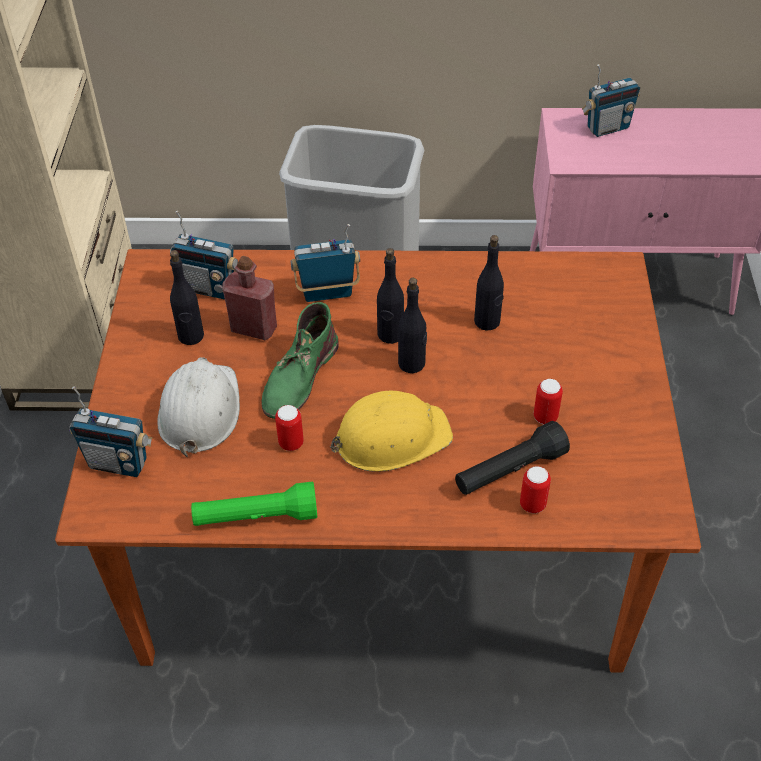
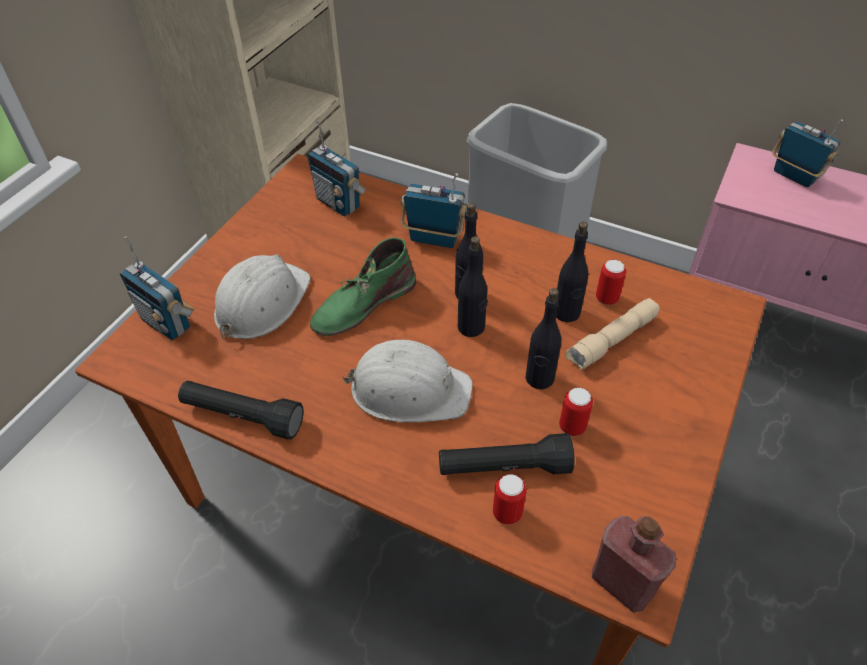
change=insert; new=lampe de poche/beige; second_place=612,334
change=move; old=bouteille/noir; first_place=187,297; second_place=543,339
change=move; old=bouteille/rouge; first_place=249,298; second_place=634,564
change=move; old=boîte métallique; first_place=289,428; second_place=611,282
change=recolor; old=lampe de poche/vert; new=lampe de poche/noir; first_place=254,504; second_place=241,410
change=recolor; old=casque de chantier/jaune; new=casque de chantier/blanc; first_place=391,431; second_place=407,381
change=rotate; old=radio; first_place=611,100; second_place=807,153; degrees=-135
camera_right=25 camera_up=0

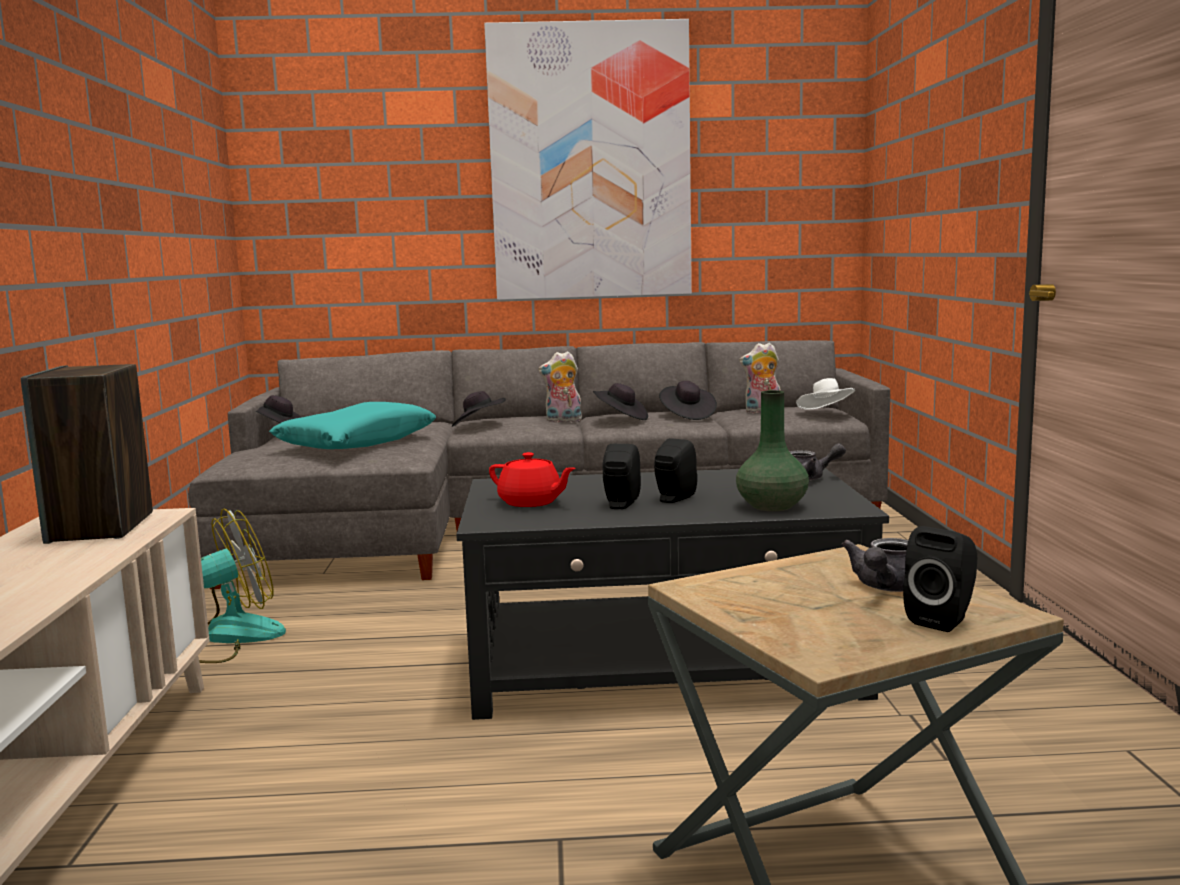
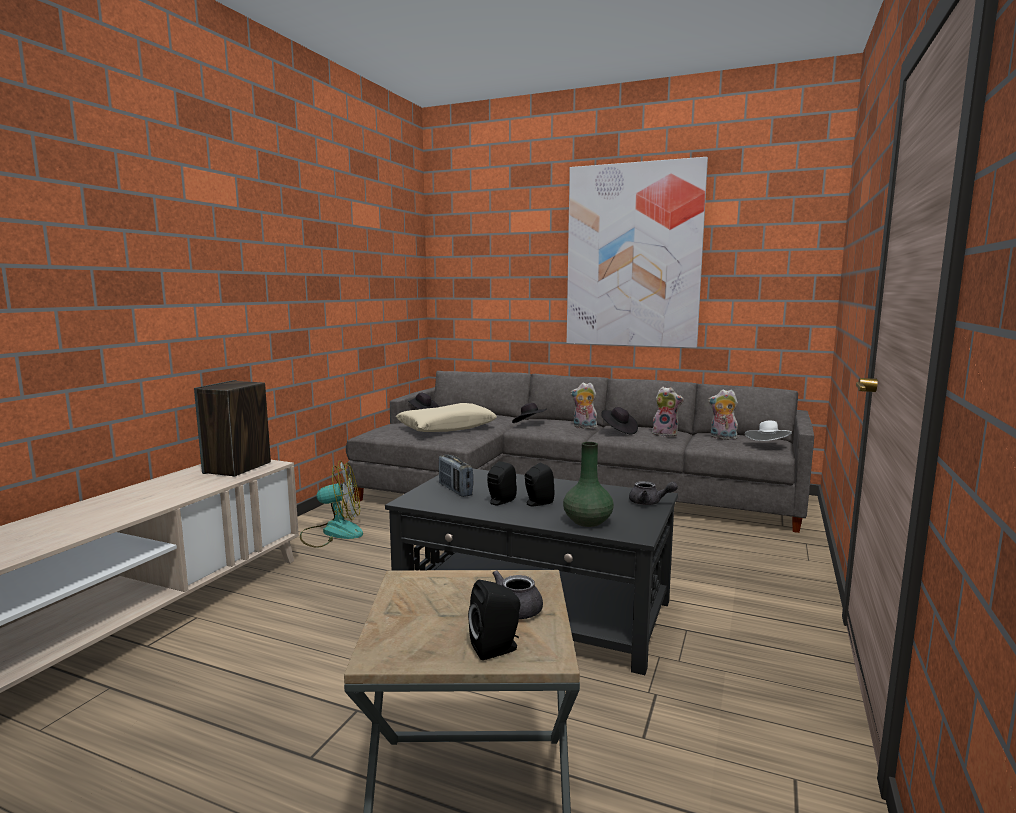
change=replace; old=théière/rouge; new=radio; first_place=532,479; second_place=456,476
change=replace; old=chapeau/noir; new=peluche; first_place=688,400; second_place=668,412
change=recolor; old=coussin/turquoise; new=coussin/beige; first_place=352,425; second_place=446,417
camera_right=25 camera_up=0

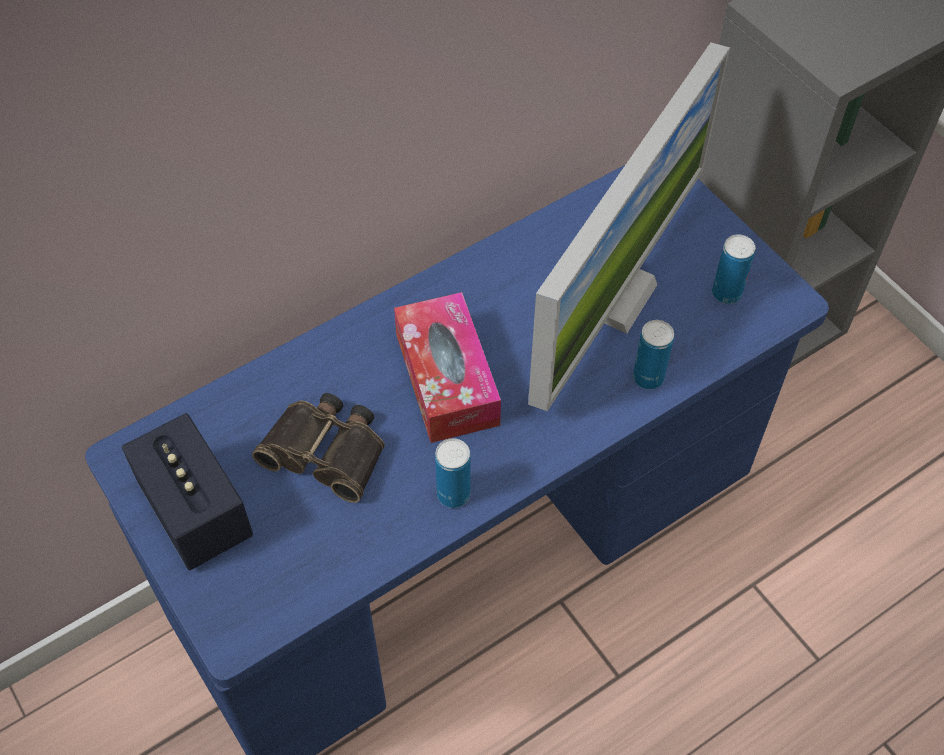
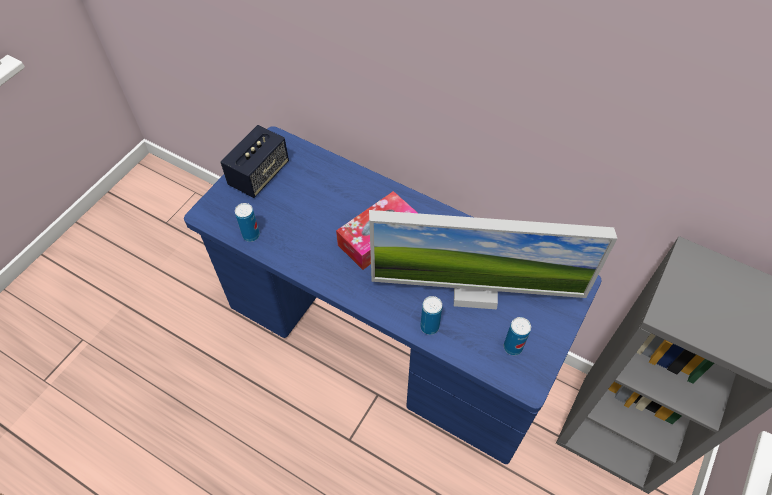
change=delete; old=jumelles; first_place=318,448
change=move; old=boîte métallique; first_place=452,473; second_place=247,222
camera_right=65 camera_up=0

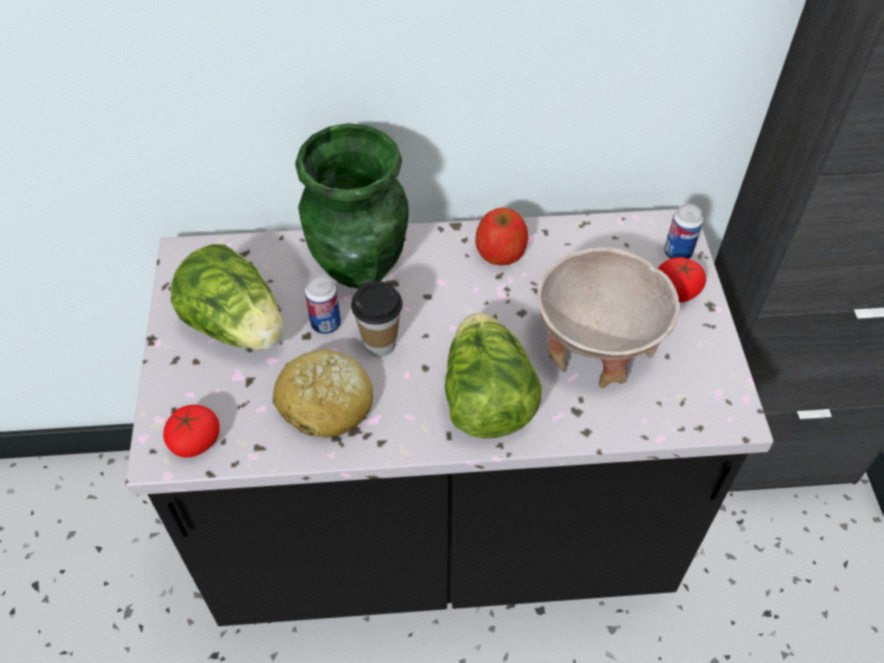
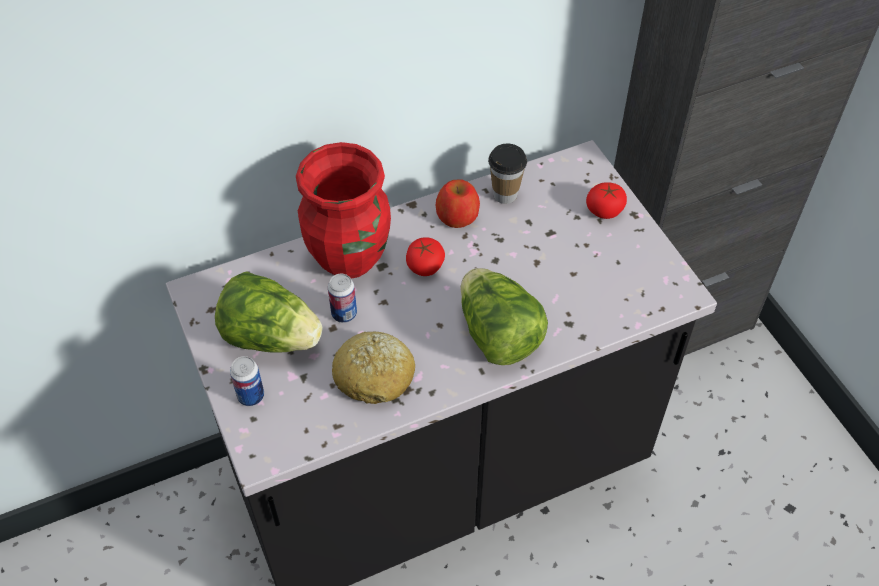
change=delete; old=bol/beige; first_place=608,317
change=move; old=tomate; first_place=191,431; second_place=425,256
change=move; old=tasse; first_place=377,319; second_place=507,173
change=move; old=boîte métallique; first_place=683,231; second_place=247,381
change=recolor; old=vase/vert; new=vase/rouge; first_place=352,205; second_place=343,210
camera_right=-20 camera_up=0

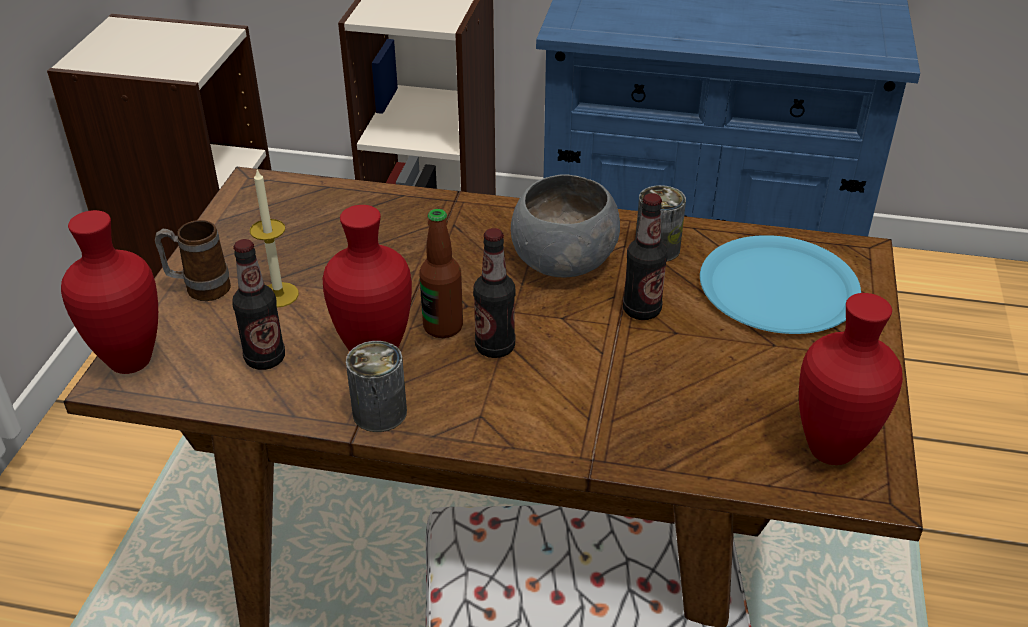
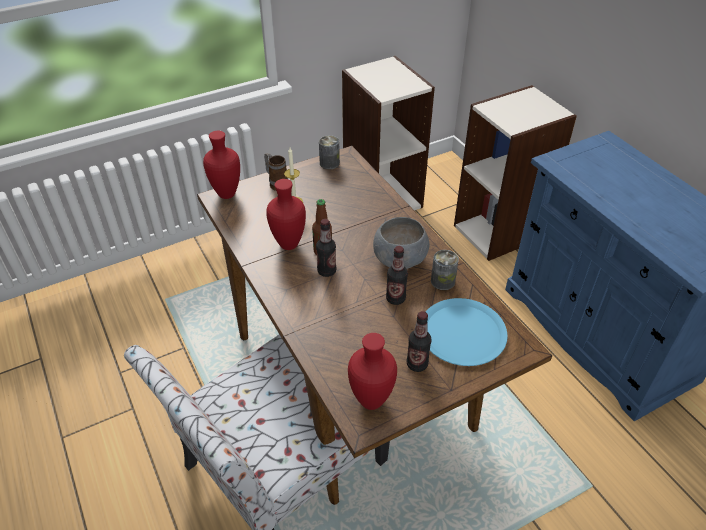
change=move; old=bouteille; first_place=258,304; second_place=419,341
change=move; old=boîte métallique; first_place=376,386; second_place=329,152
camera_right=50 camera_up=5

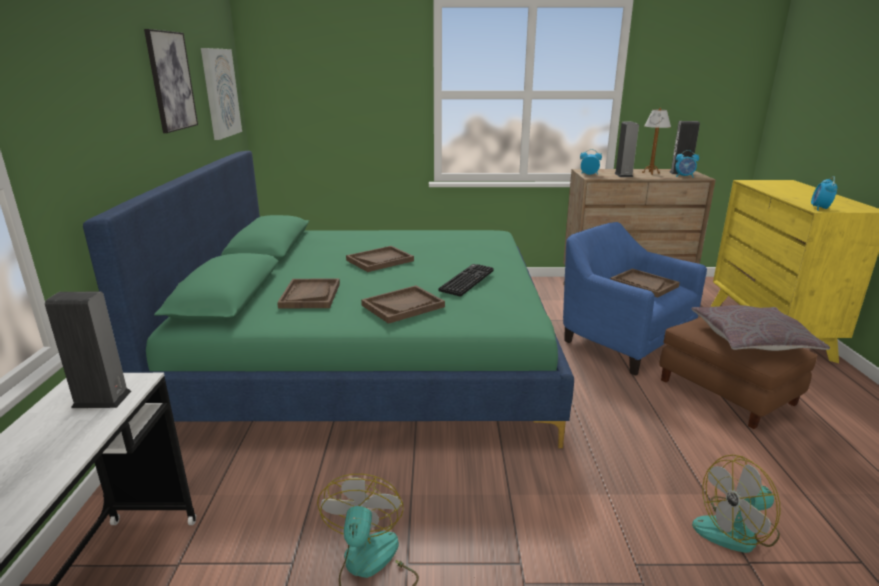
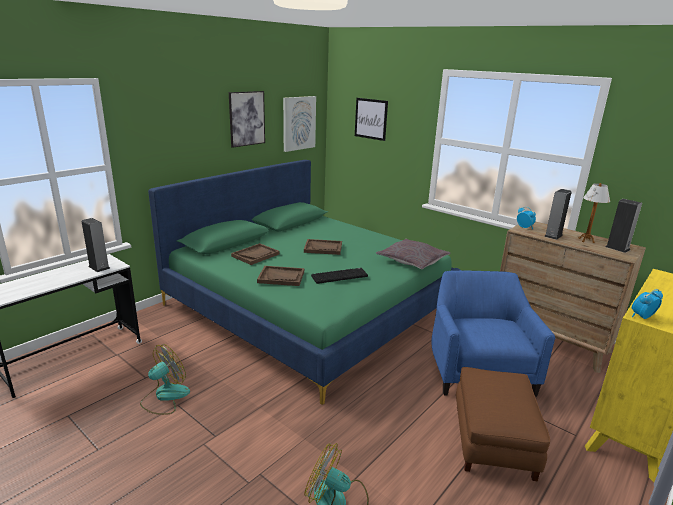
change=delete; old=plateau/marron; first_place=645,283
change=delete; old=réveil; first_place=687,164
change=insert; new=tableau; second_place=371,119
change=move; old=coussin/gris; first_place=761,328; second_place=413,254
camera_right=40 camera_up=0

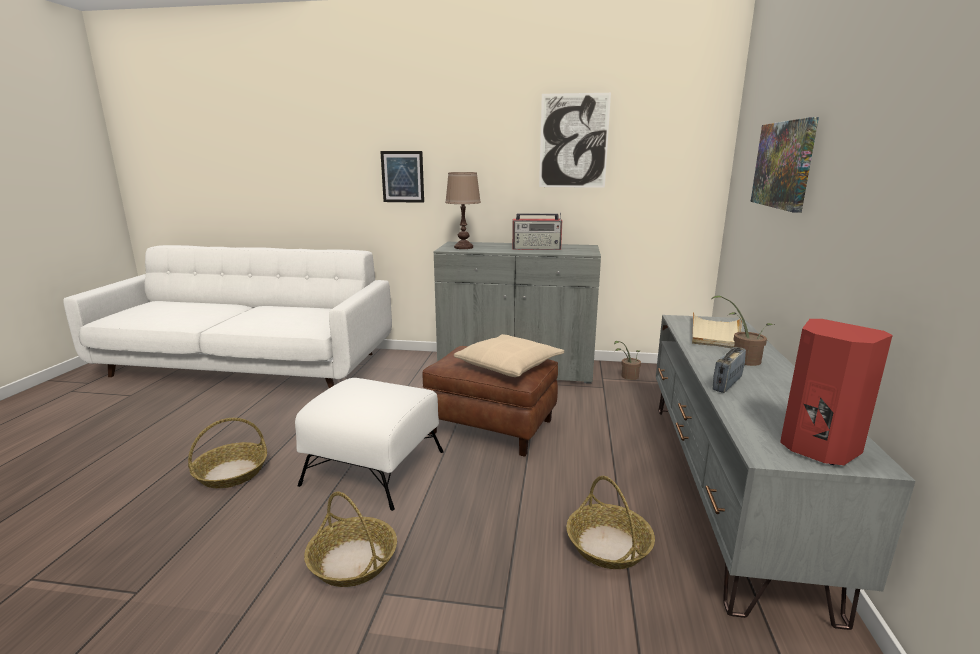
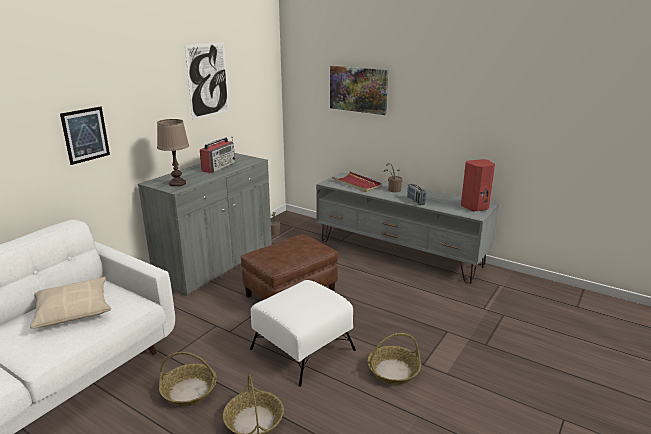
change=move; old=coussin/beige; first_place=509,355; second_place=70,303
change=move; old=panier; first_place=610,522; second_place=188,379
change=recolor; old=plateau/beige; new=plateau/rouge; first_place=717,330; second_place=357,182
camera_right=-65 camera_up=5

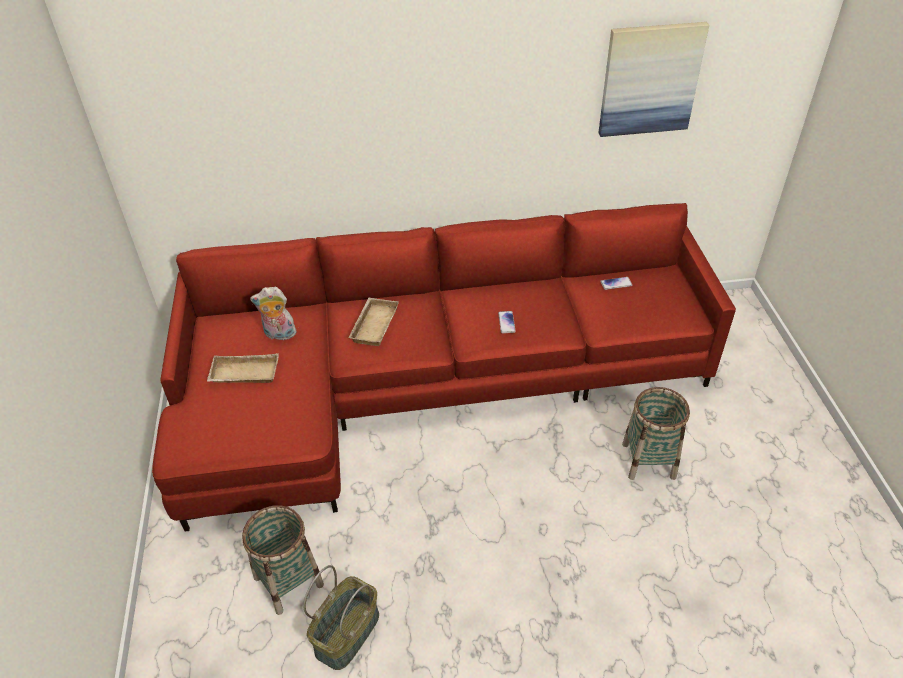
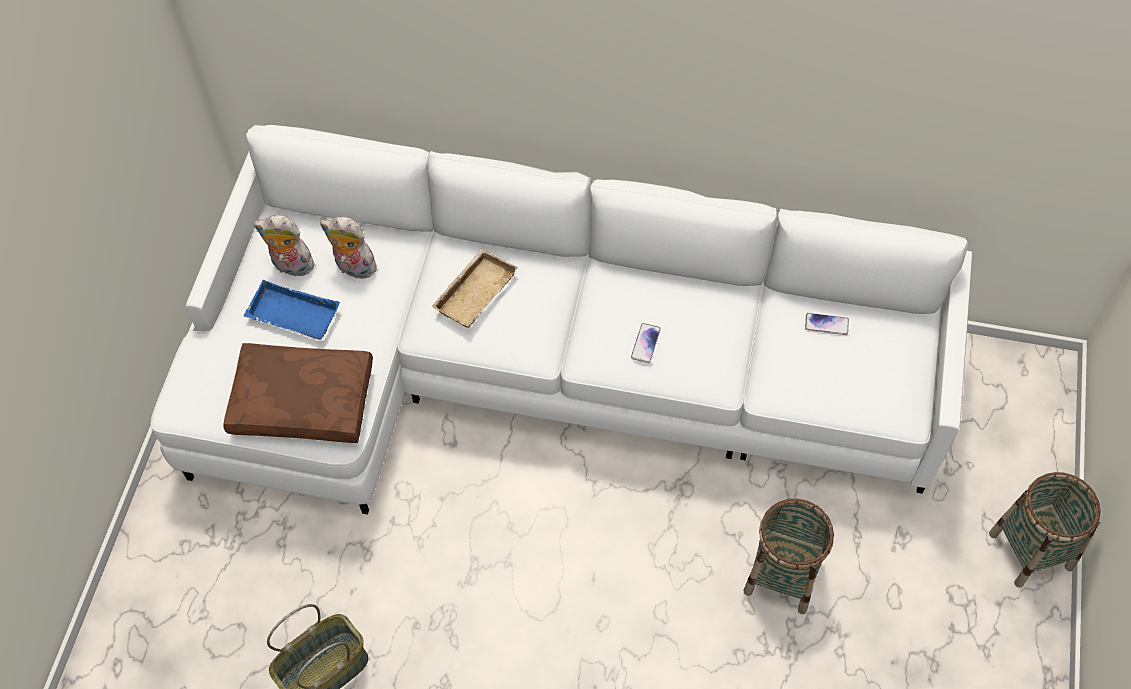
change=delete; old=tableau; first_place=653,79
change=insert; new=coussin/marron; second_place=298,393
change=insert; new=peluche; second_place=285,246
change=move; old=panier; first_place=283,560; second_place=1045,530
change=recolor; old=canapé/rouge; new=canapé/blanc; first_place=444,367; second_place=561,320
change=recolor; old=plateau/beige; new=plateau/bleu; first_place=243,368; second_place=291,310
camera_right=20 camera_up=15

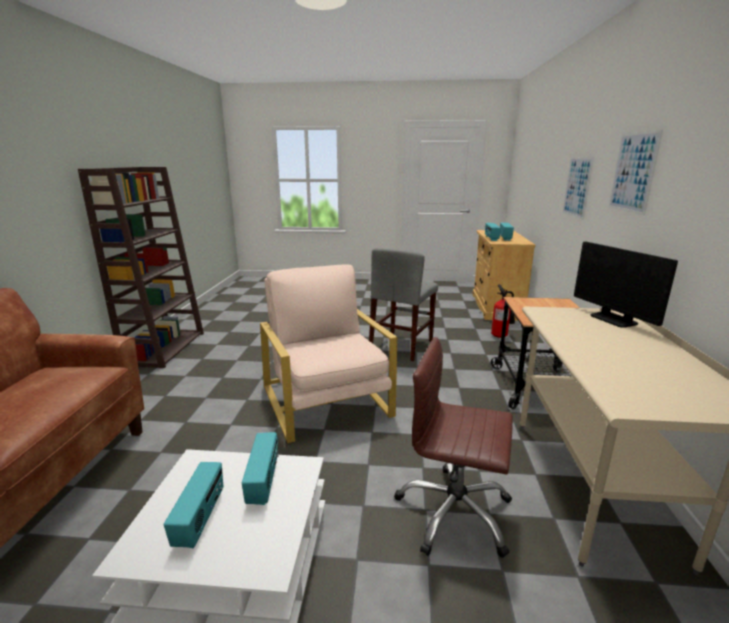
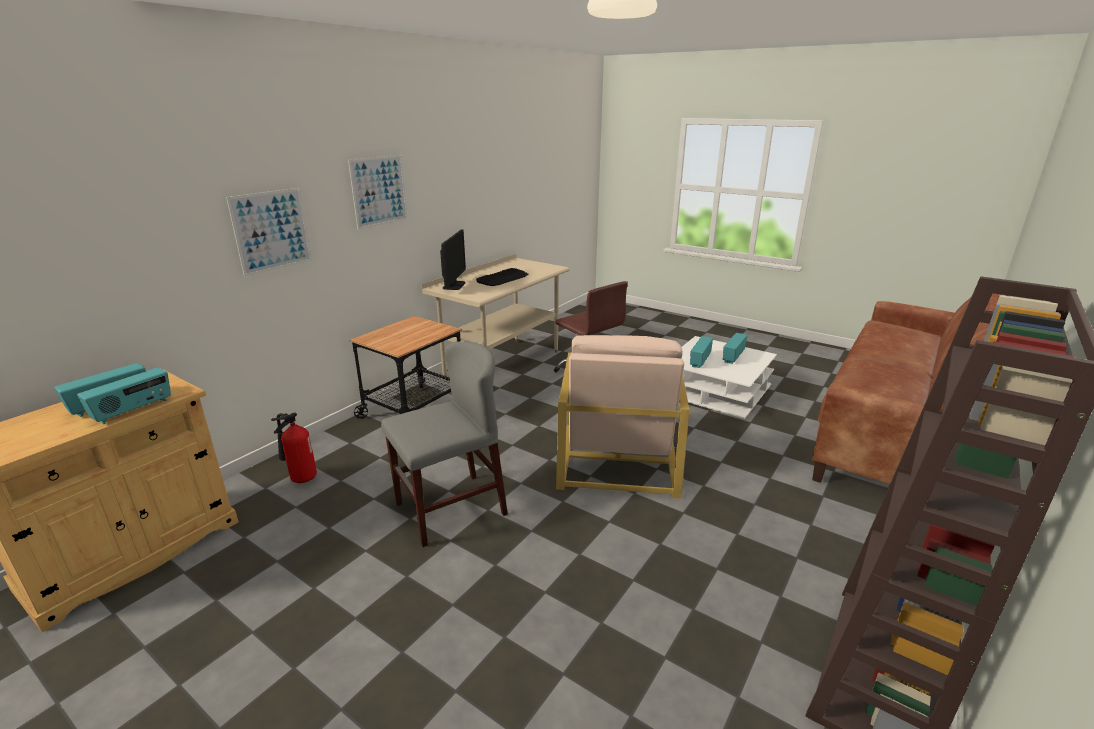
change=insert; new=clavier; second_place=502,277
camera_right=-150 camera_up=5

